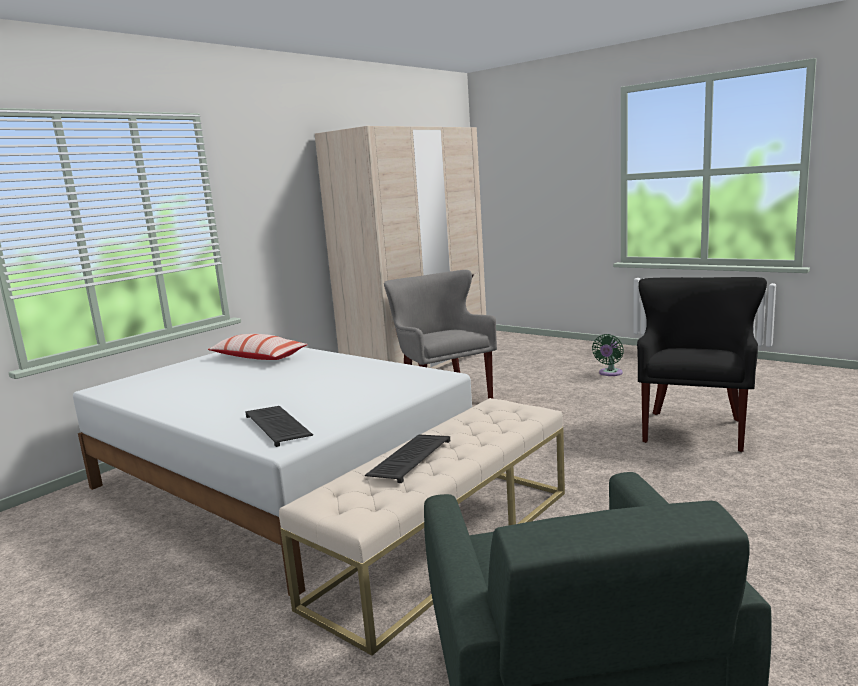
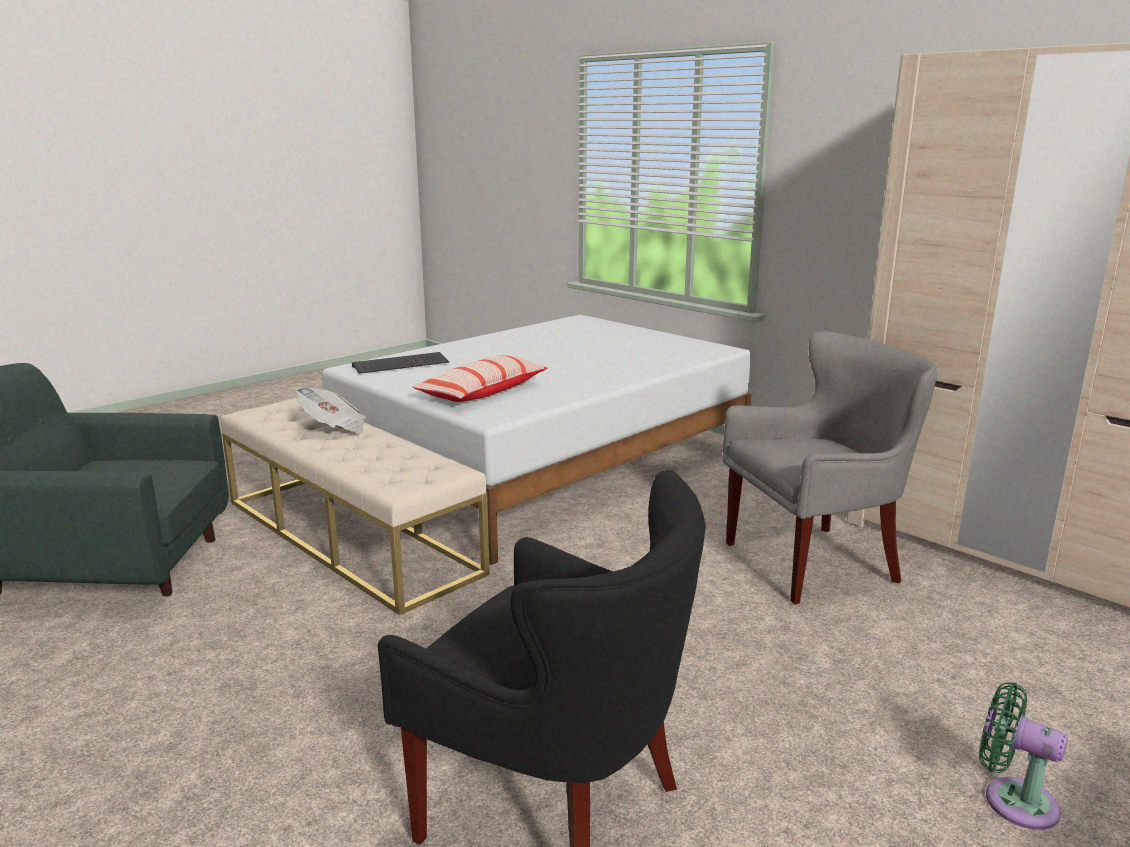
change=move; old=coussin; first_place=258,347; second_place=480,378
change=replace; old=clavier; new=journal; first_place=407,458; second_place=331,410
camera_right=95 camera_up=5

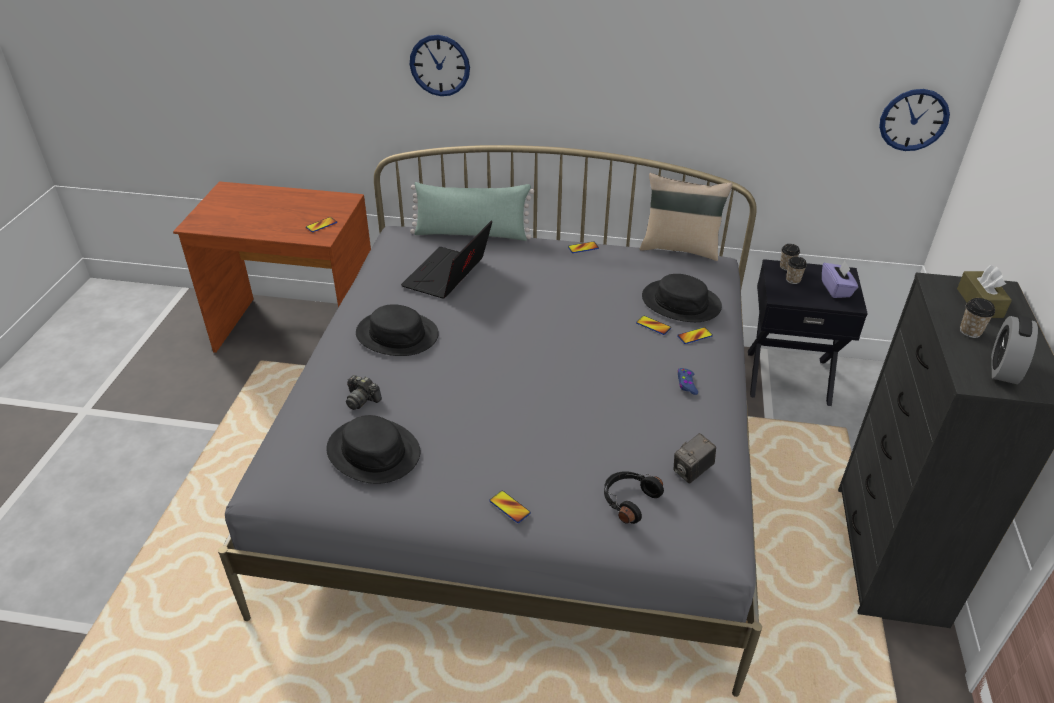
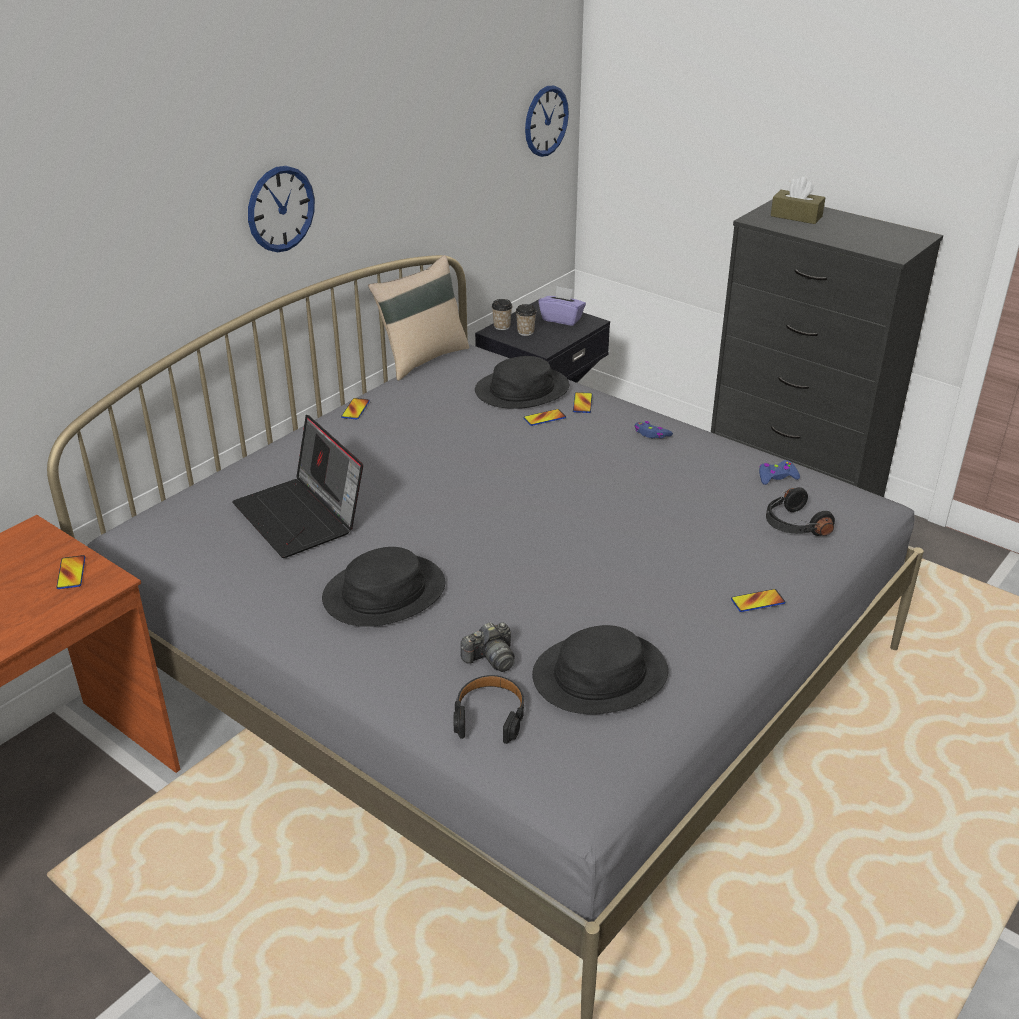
change=delete; old=coussin/vert; first_place=472,211
change=delete; old=tasse; first_place=977,318
change=delete; old=réveil; first_place=1014,350
change=insert; new=casque audio/noir; second_place=489,709
change=move; old=horloge murale; first_place=440,65; second_place=281,209
change=replace; old=appareil photo; new=manette/bleu; first_place=694,458; second_place=779,472
camera_right=-60 camera_up=-5

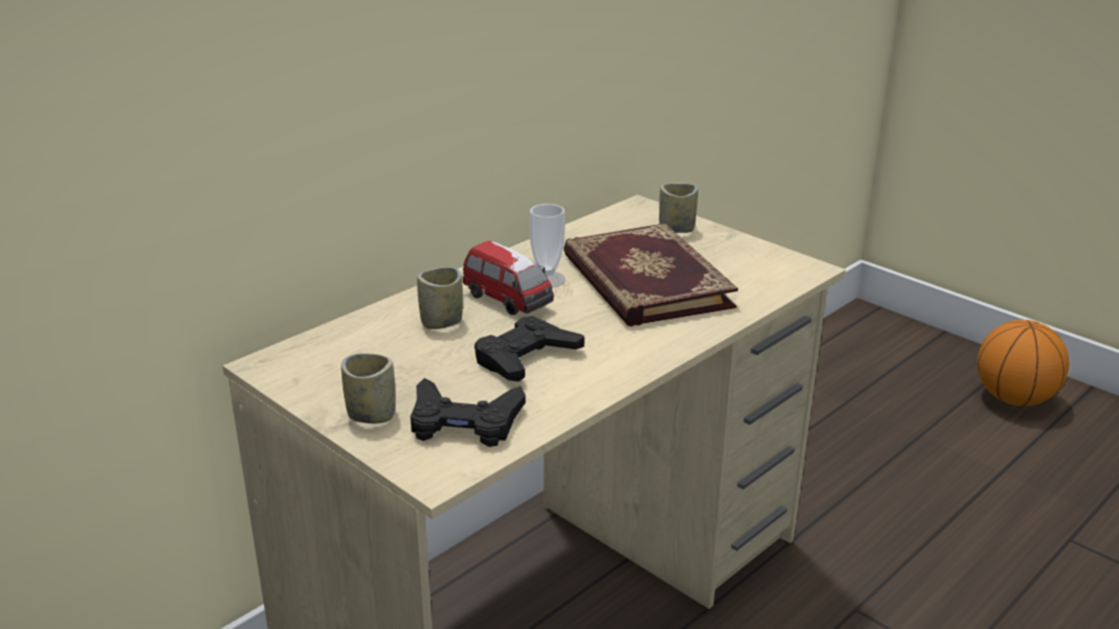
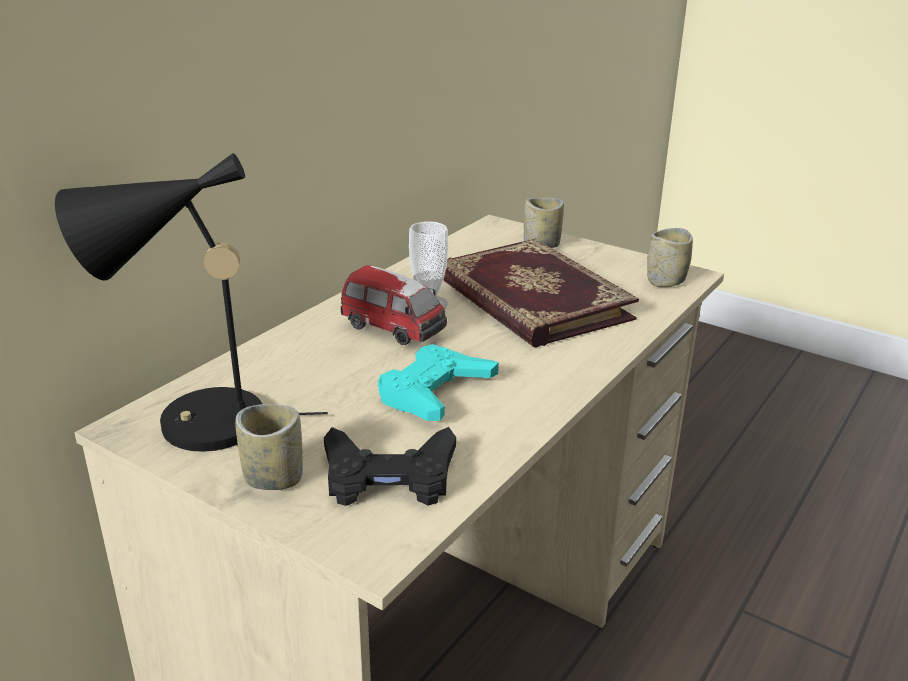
change=delete; old=ballon de basket; first_place=1023,363
change=insert; new=lampe de table/noir; second_place=191,302
change=move; old=tasse; first_place=440,298; second_place=670,257
change=recolor; old=manette/noir; new=manette/turquoise; first_place=529,349; second_place=438,382
camera_right=-10 camera_up=0

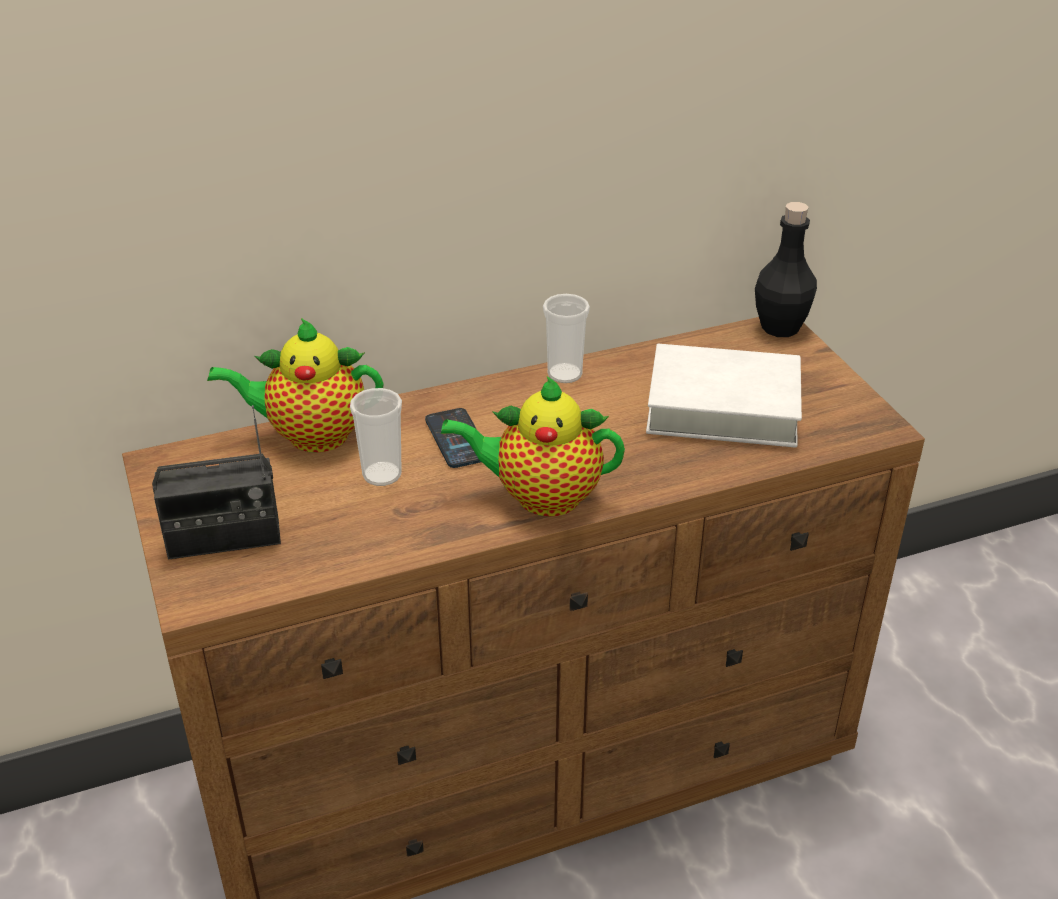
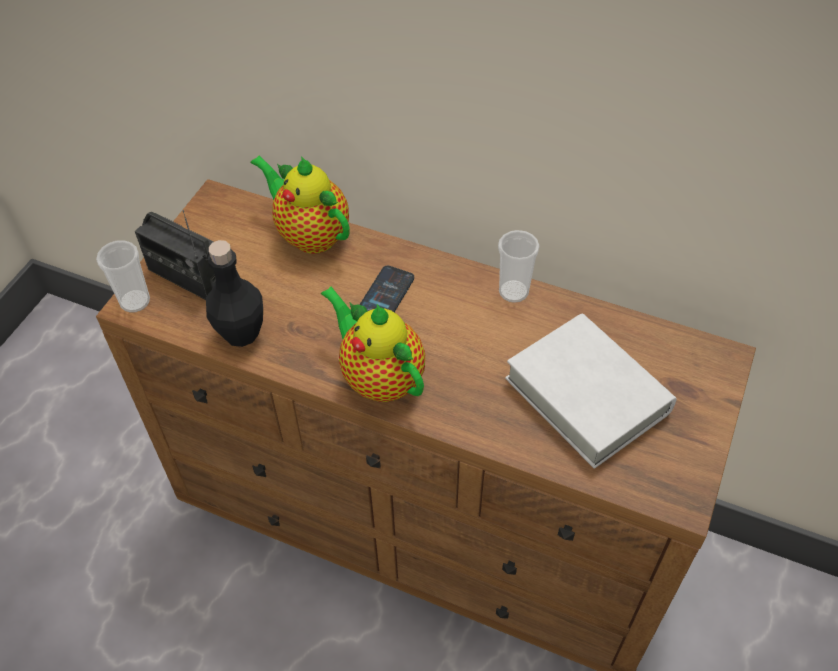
change=move; old=tasse; first_place=376,437; second_place=123,276
change=move; old=bouteille/noir; first_place=786,269; second_place=234,293
camera_right=45 camera_up=15

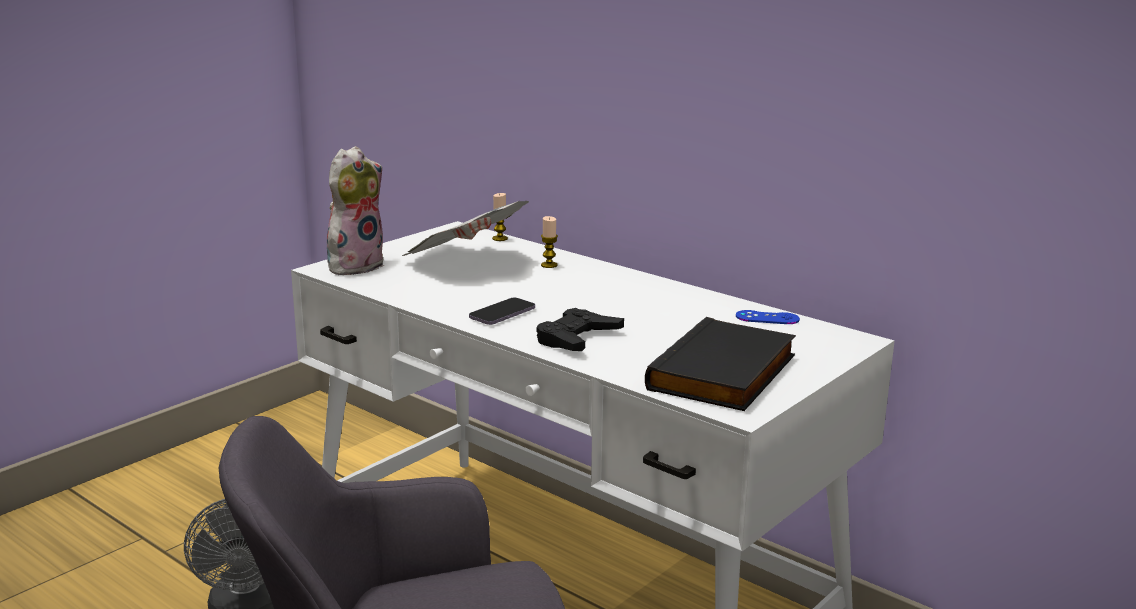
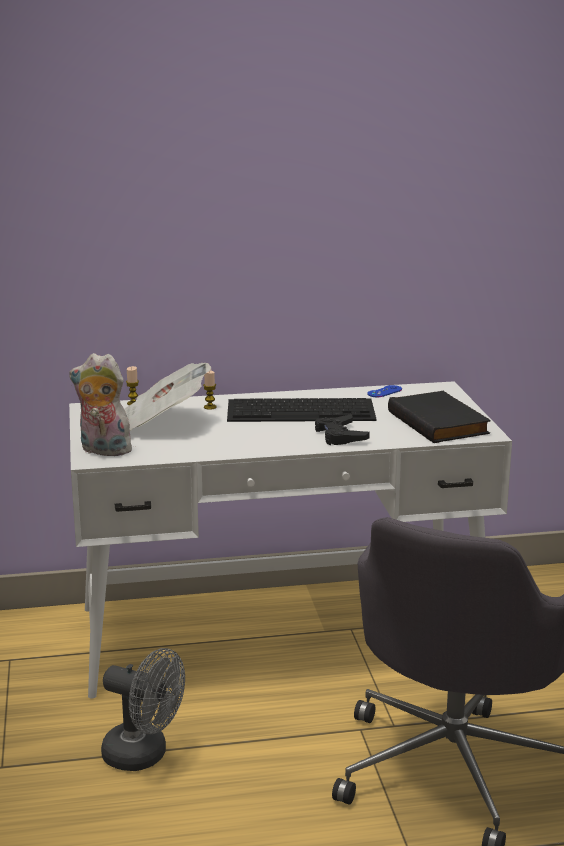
change=delete; old=téléphone; first_place=502,311
change=insert; new=clavier; second_place=302,410
change=rotate; old=peluche; first_place=355,211; second_place=103,404; degrees=-60
camera_right=-50 camera_up=0

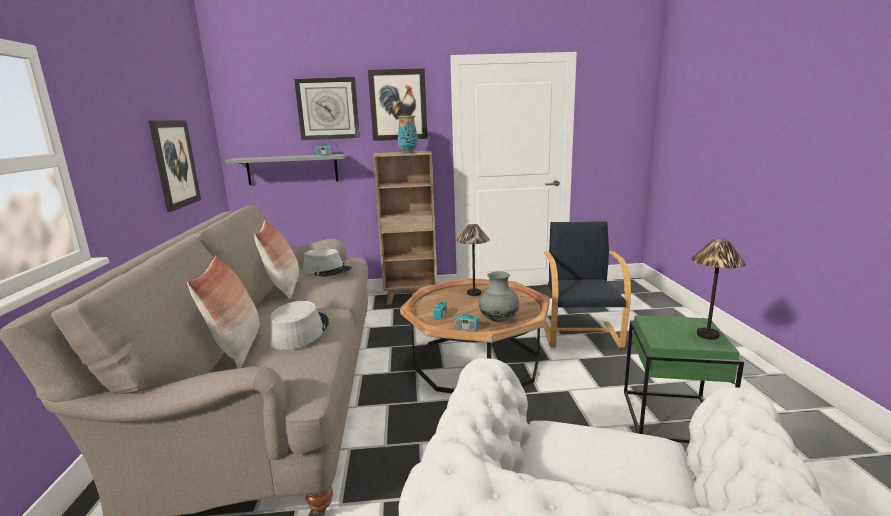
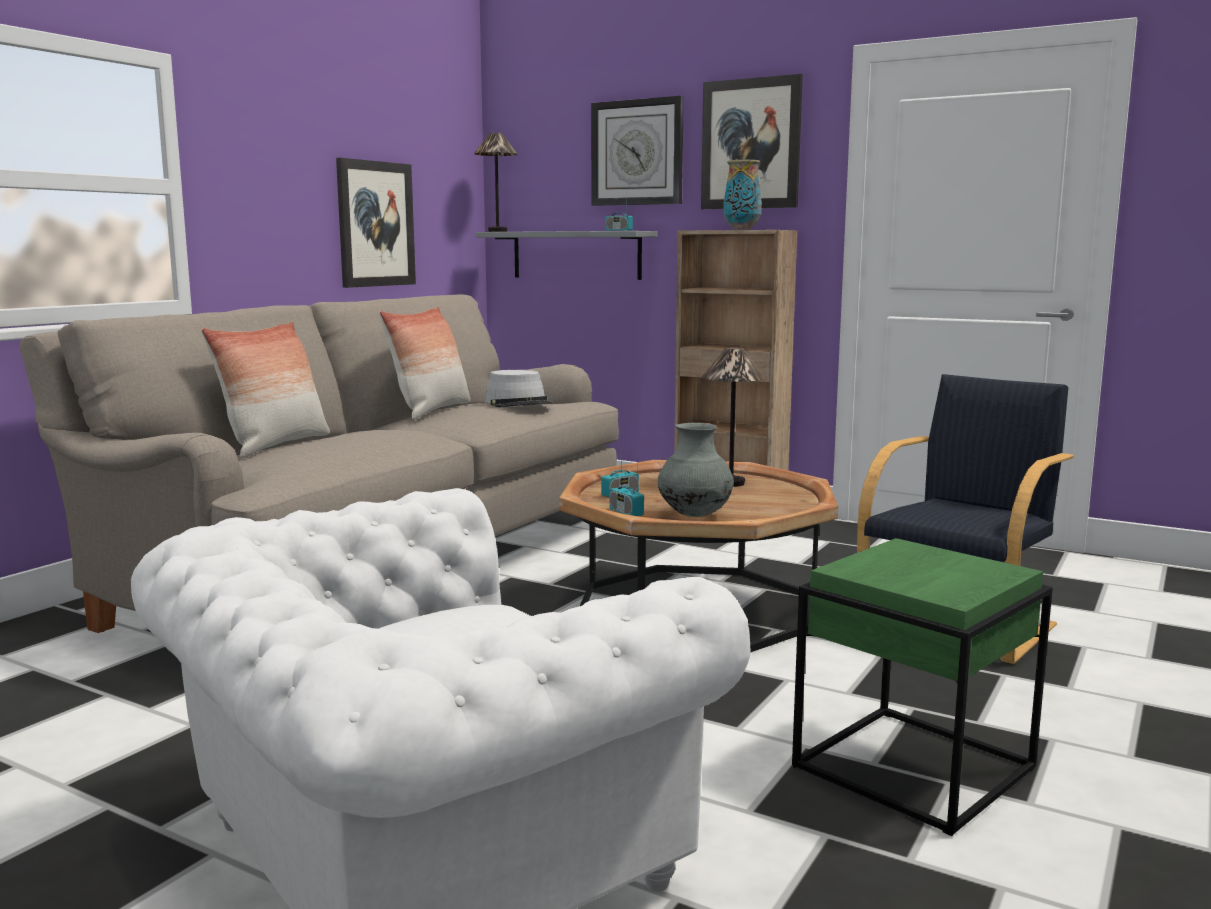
change=delete; old=chapeau/gris; first_place=298,325
change=move; old=lampe de table; first_place=719,289; second_place=496,182
camera_right=35 camera_up=-5

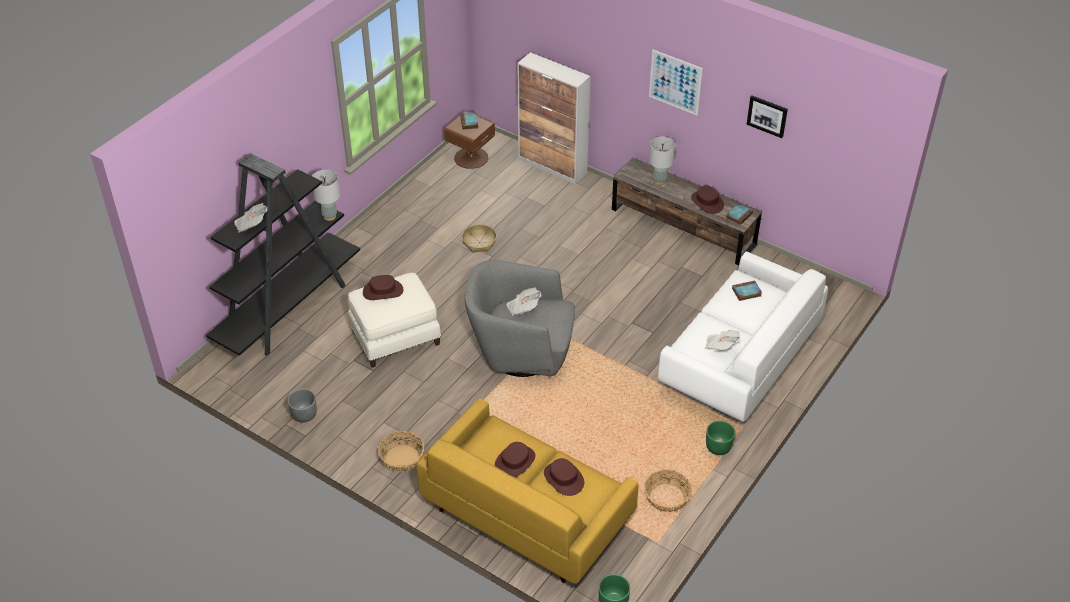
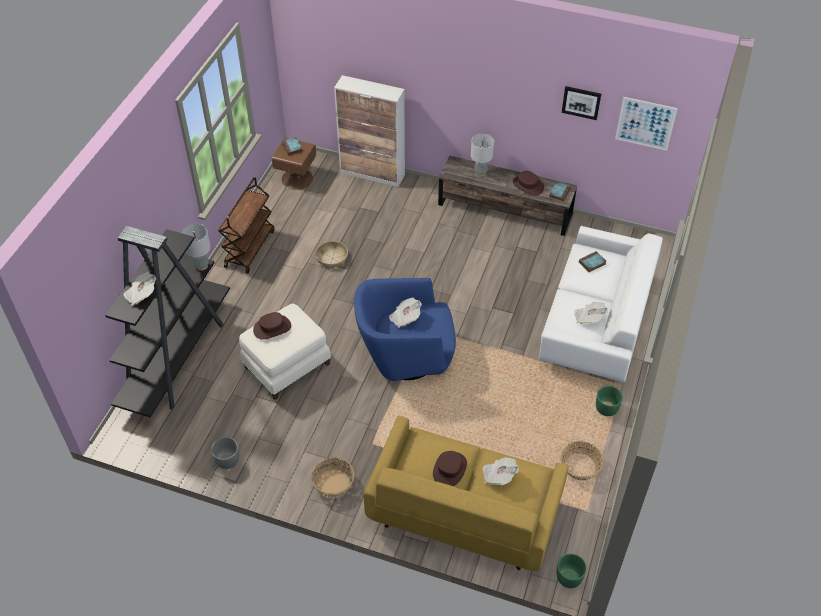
change=insert; new=chariot/marron; second_place=246,225
change=move; old=tableau; first_place=676,83; second_place=646,124
change=replace; old=chapeau/marron; new=journal; first_place=564,477; second_place=501,471
change=recolor; old=fauteuil/gris; new=fauteuil/bleu; first_place=520,318; second_place=405,329
camera_right=-15 camera_up=5

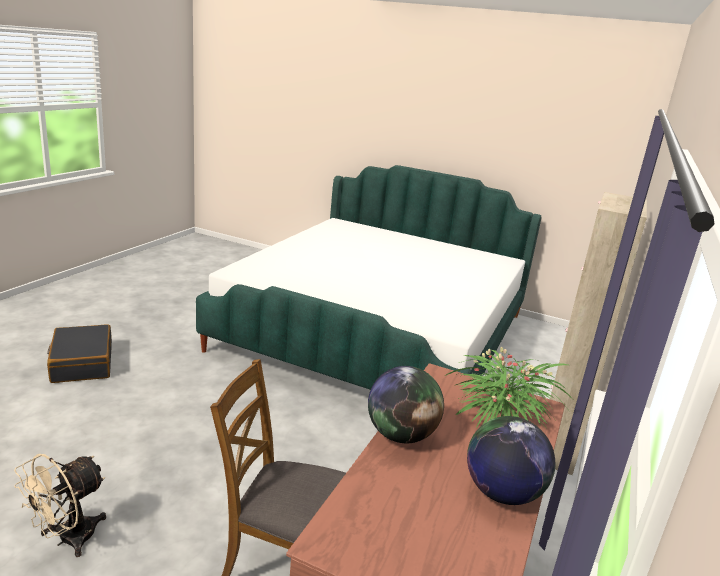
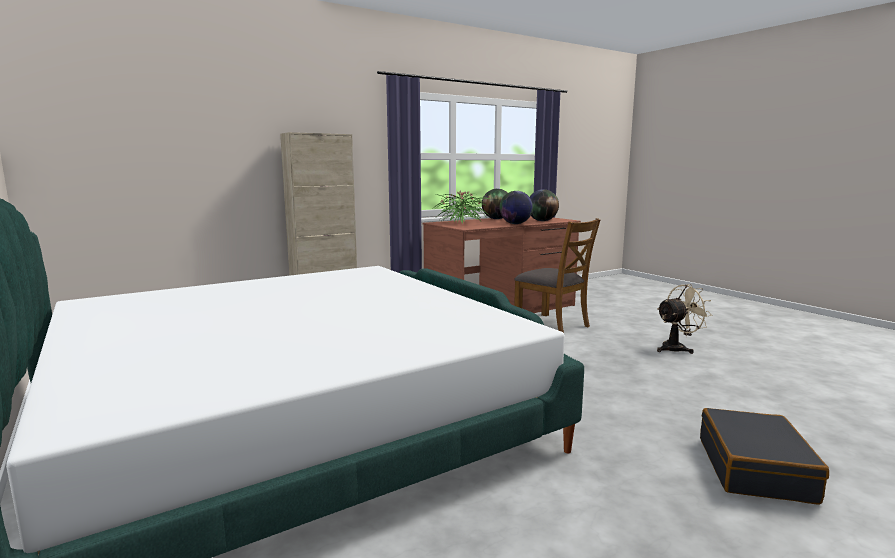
change=insert; new=globe; second_place=544,205
camera_right=-145 camera_up=-10

